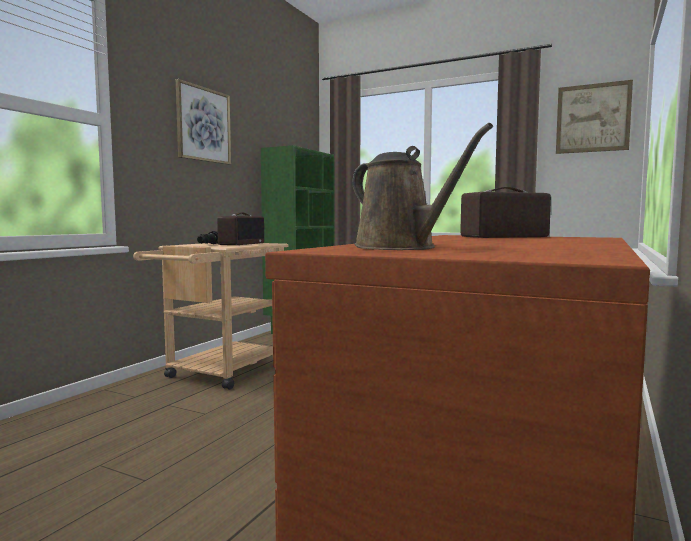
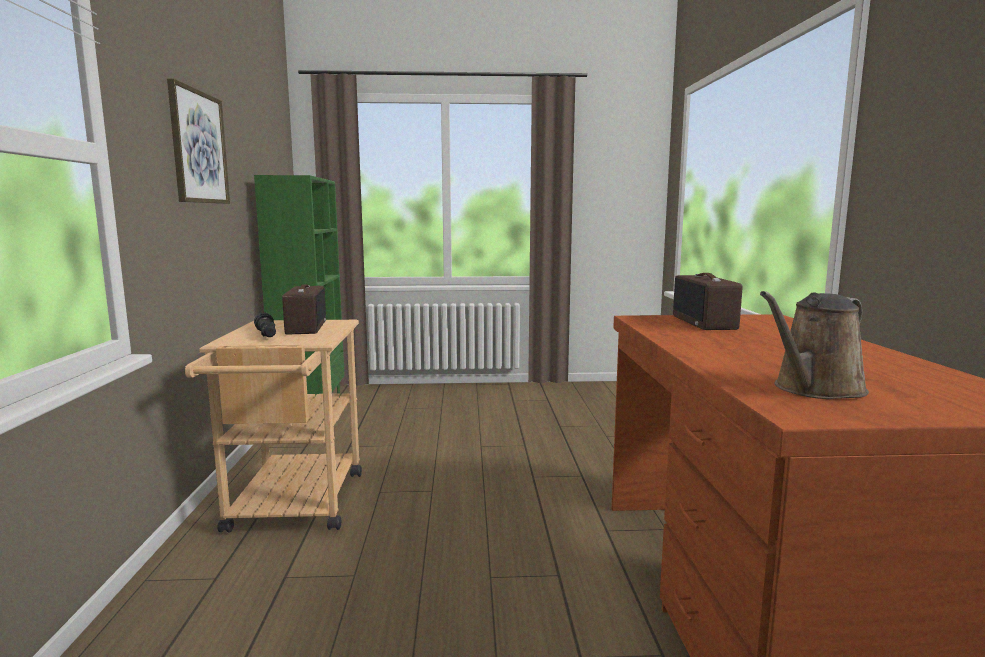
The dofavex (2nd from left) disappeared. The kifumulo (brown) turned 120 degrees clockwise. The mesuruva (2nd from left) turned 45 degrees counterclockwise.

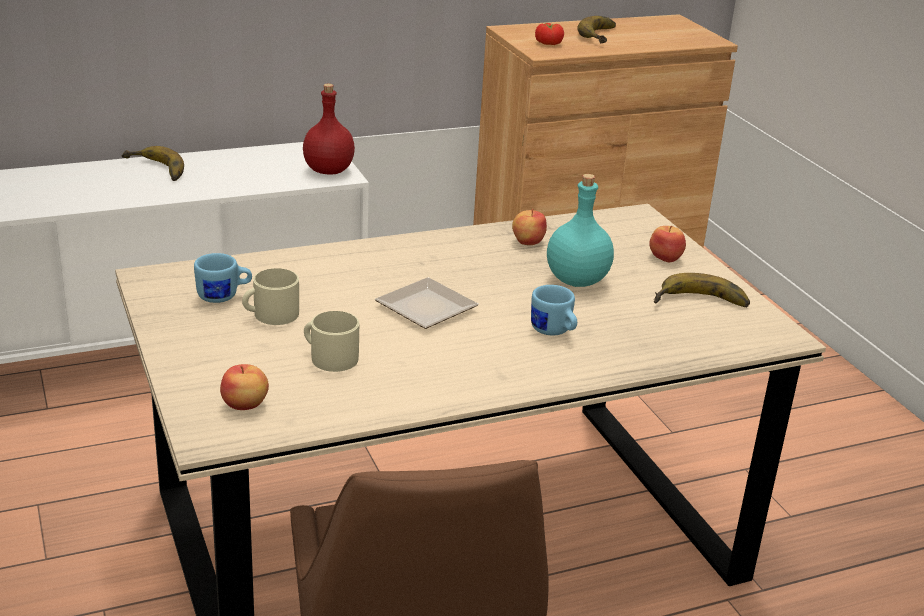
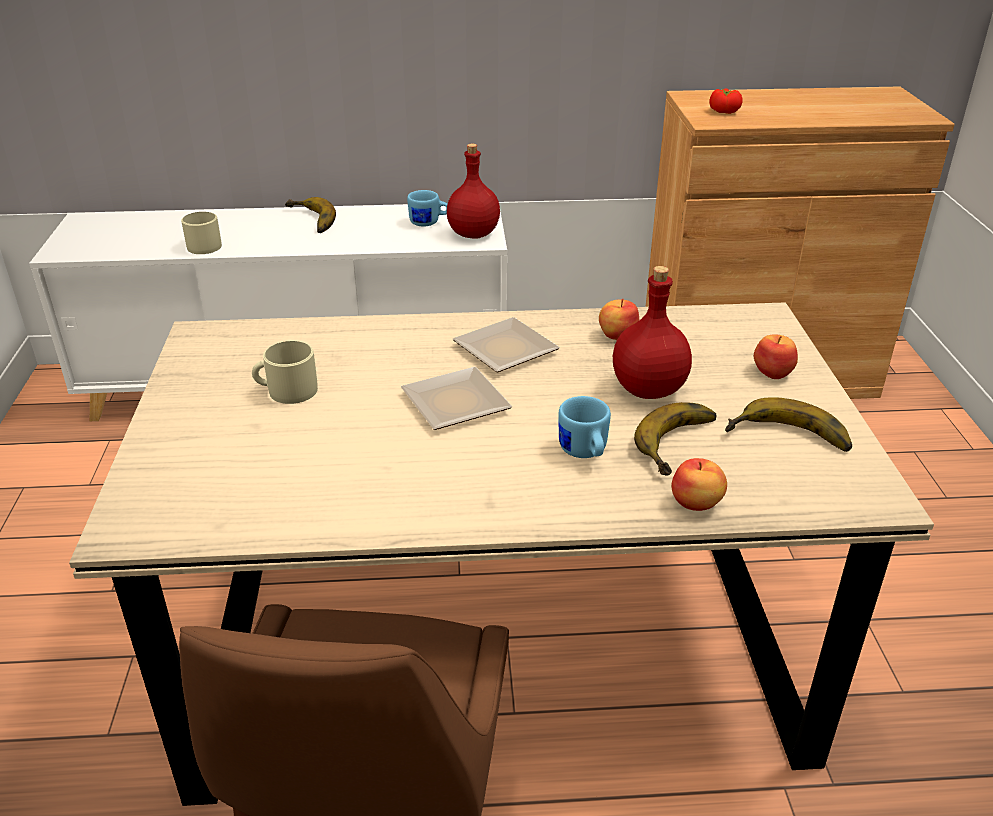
The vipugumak (2nd from left) moved. The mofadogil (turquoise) became the mofadogil (red) (2nd from left). The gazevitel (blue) (1st from left) moved. The gazevitel (beige) (2nd from left in the first image) moved. The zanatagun (1st from left in the first image) moved. The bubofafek (2nd from left) appeared.

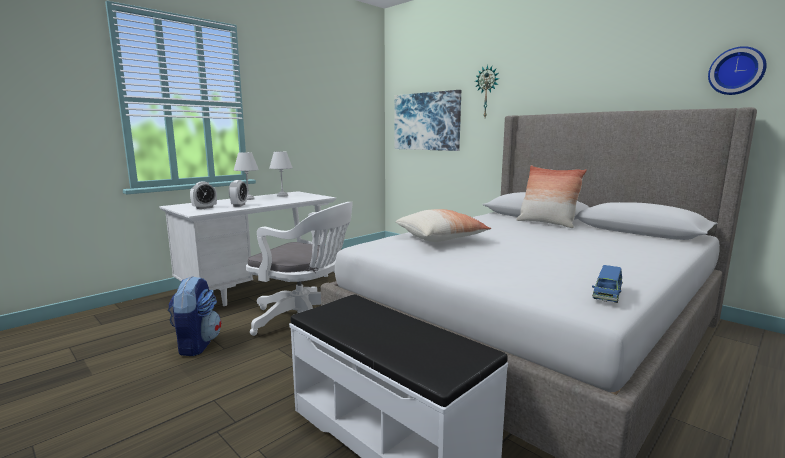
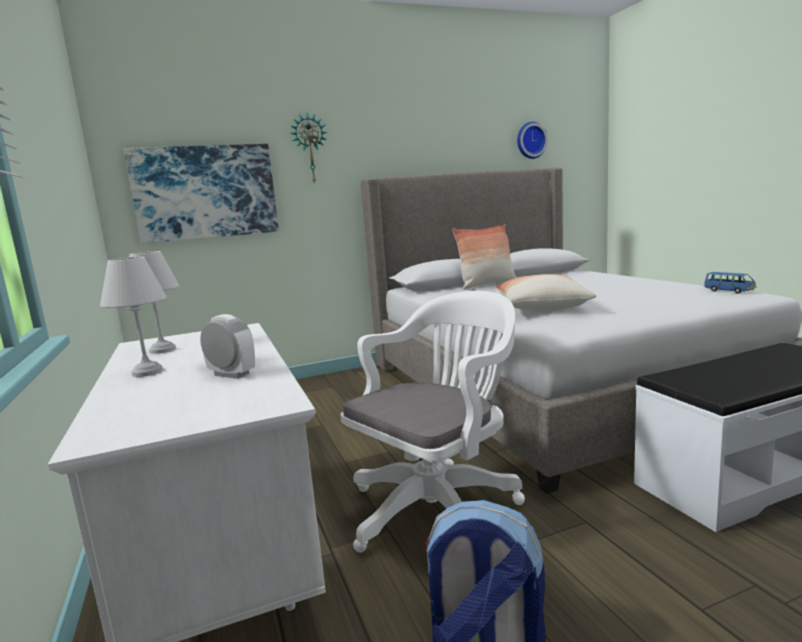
The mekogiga (1st from left) disappeared.

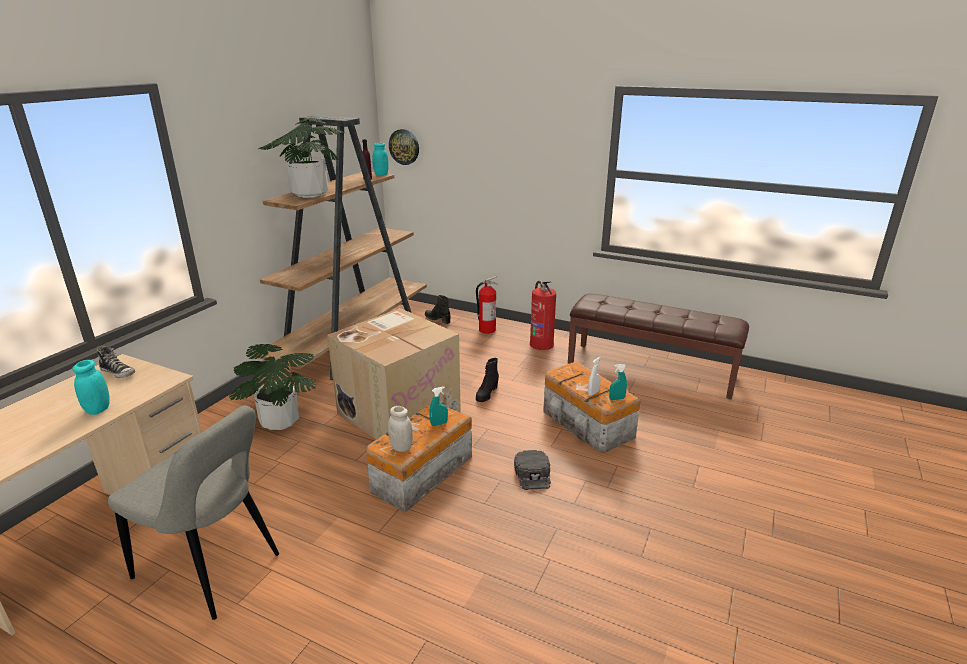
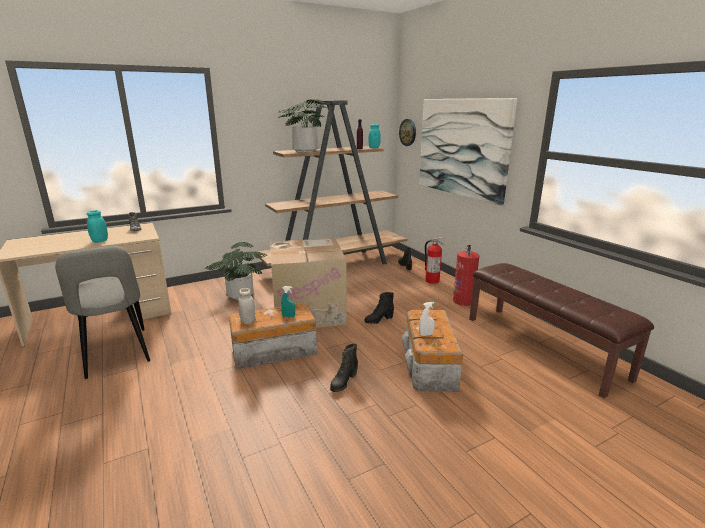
The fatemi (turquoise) (2nd from left) disappeared. The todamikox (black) was replaced by the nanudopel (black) (1st from left). The dofavex appeared.

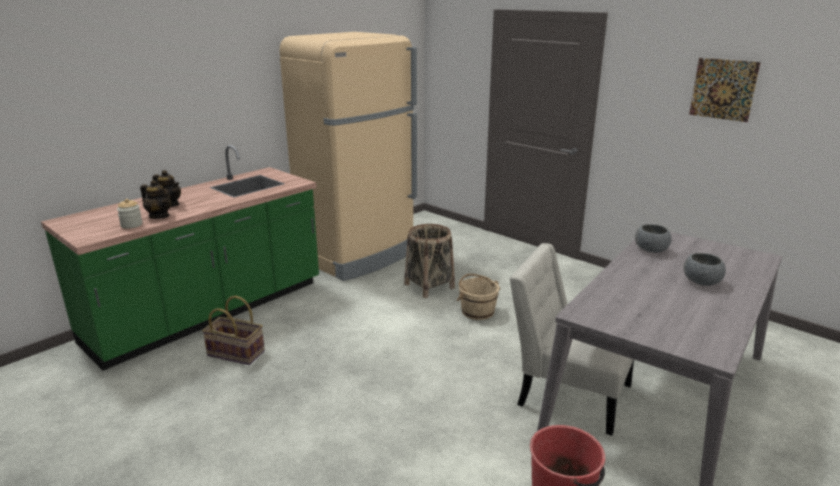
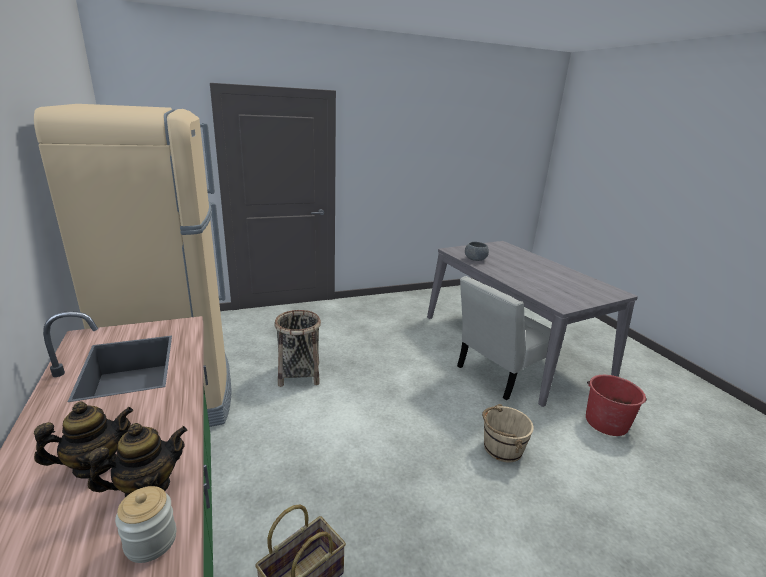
The dofavex disappeared. The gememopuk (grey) (2nd from left) disappeared. The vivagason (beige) moved.

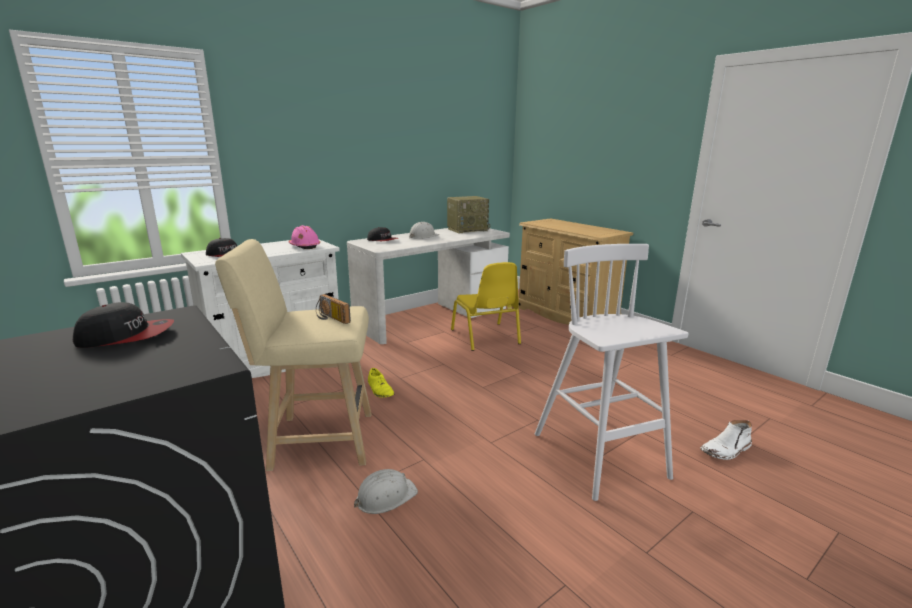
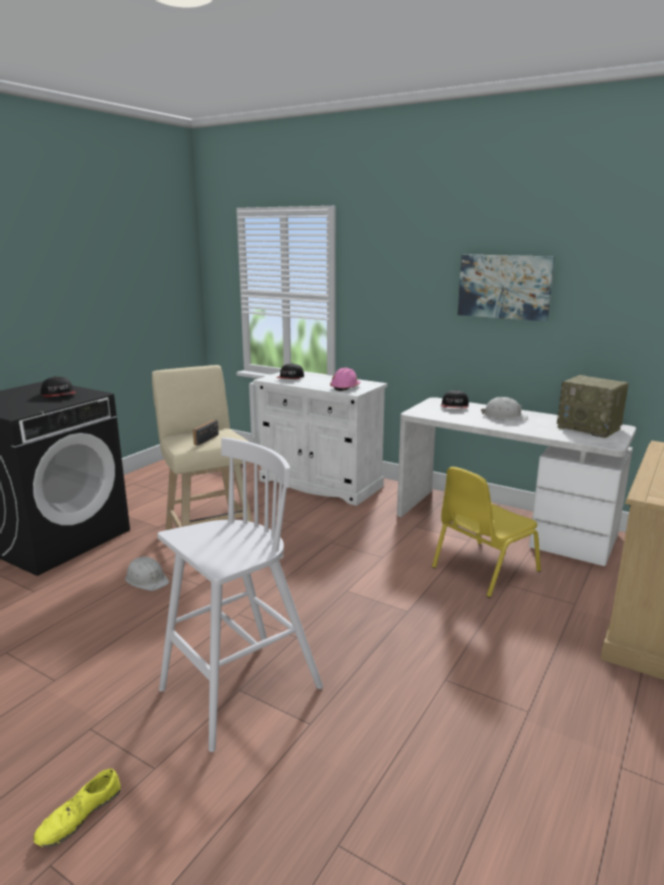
The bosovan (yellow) moved. The nanudopel (white) disappeared. The dofavex appeared.

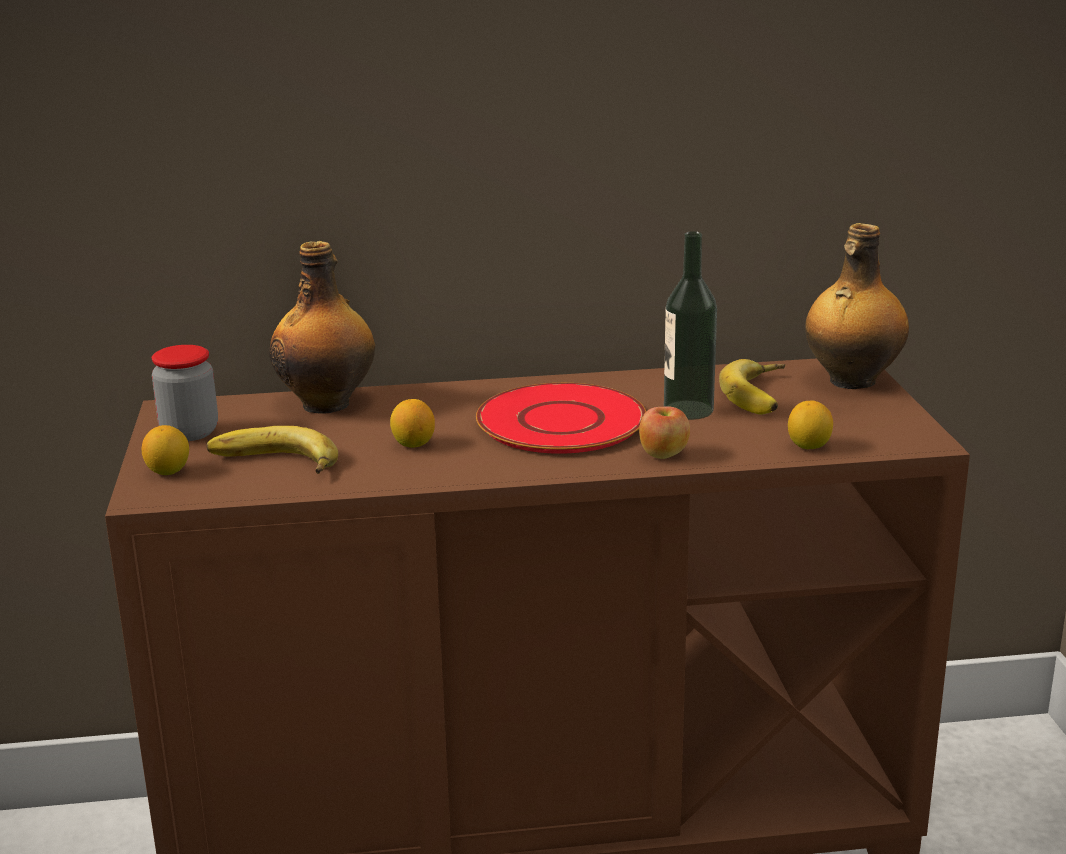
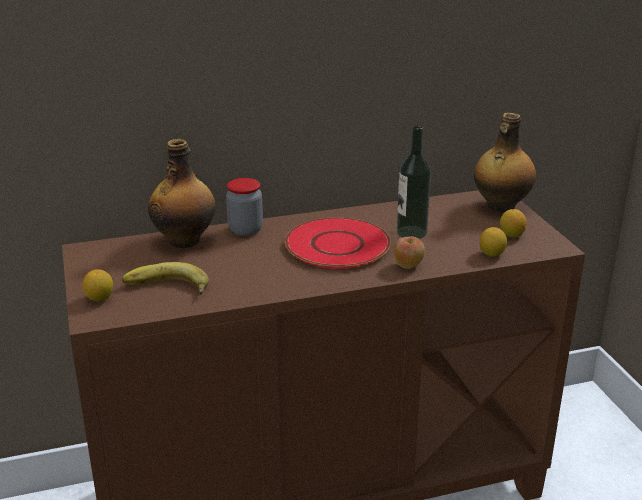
The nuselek moved. The vipugumak (2nd from left) disappeared. The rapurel (2nd from left in the first image) moved.

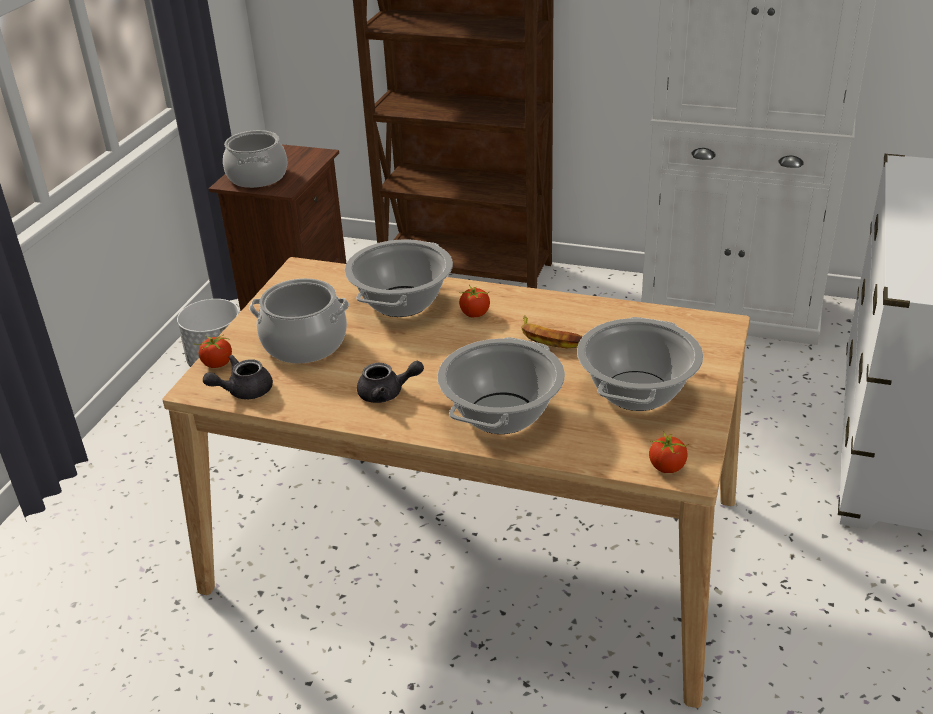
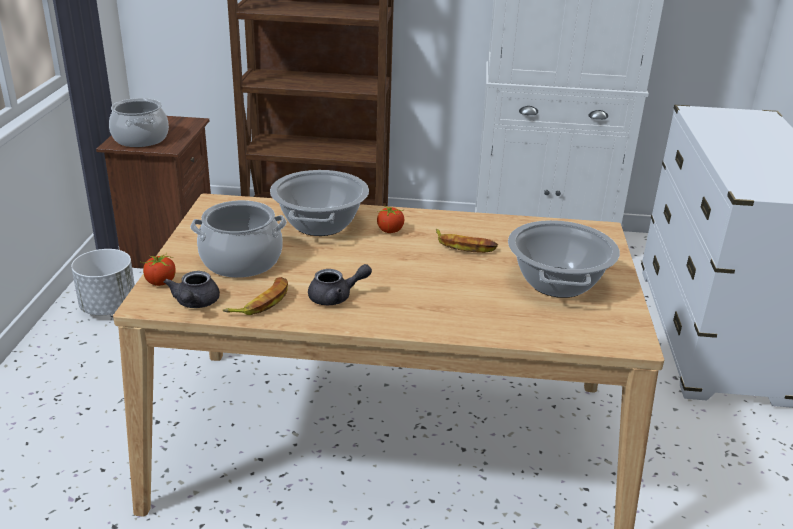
The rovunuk (4th from left) disappeared. The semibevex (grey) (1st from left) turned 45 degrees counterclockwise. The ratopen (3rd from left) disappeared. The vipugumak (1st from left) appeared.

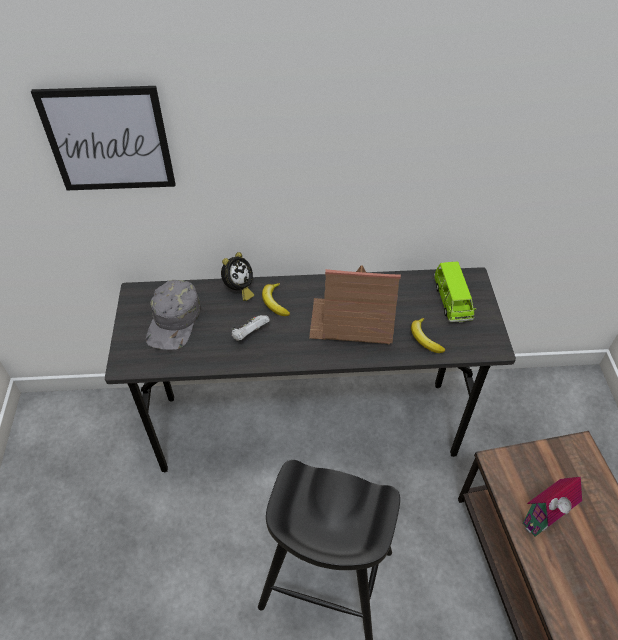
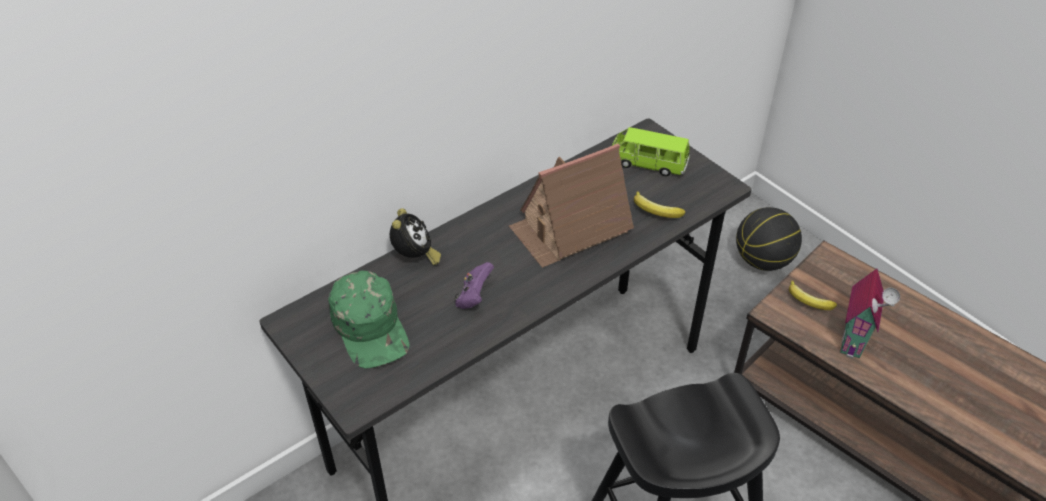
The dofavex disappeared. The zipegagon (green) turned 150 degrees clockwise. The todamikox (grey) became the todamikox (green). The vipugumak (1st from left in the first image) moved. The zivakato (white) became the zivakato (purple). The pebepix appeared.

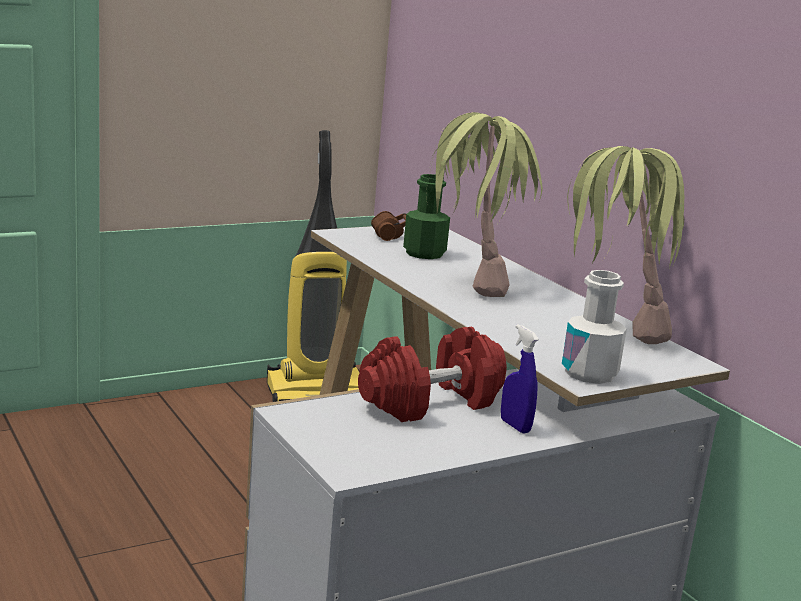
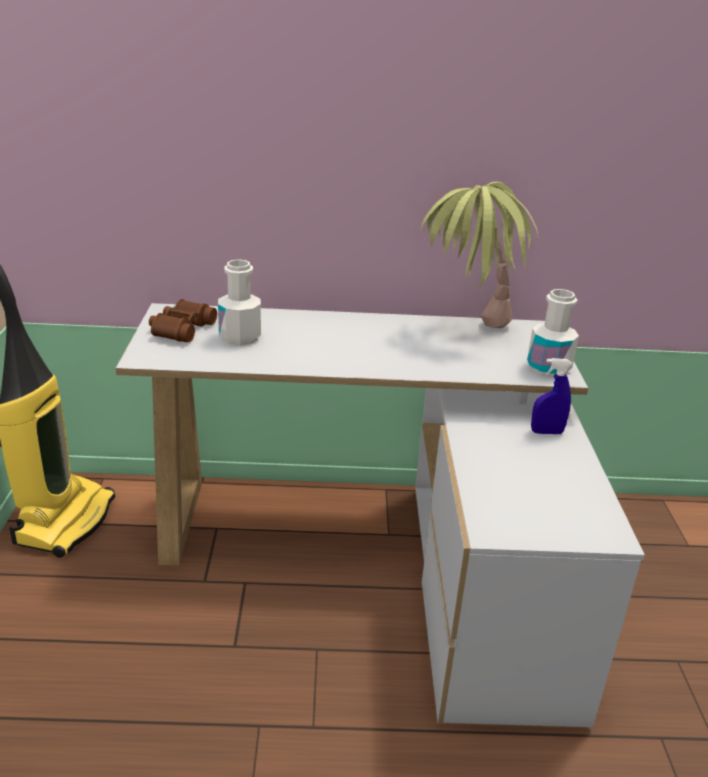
The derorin (1st from left) disappeared. The mofadogil (green) became the mofadogil (white) (1st from left). The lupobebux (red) disappeared.

